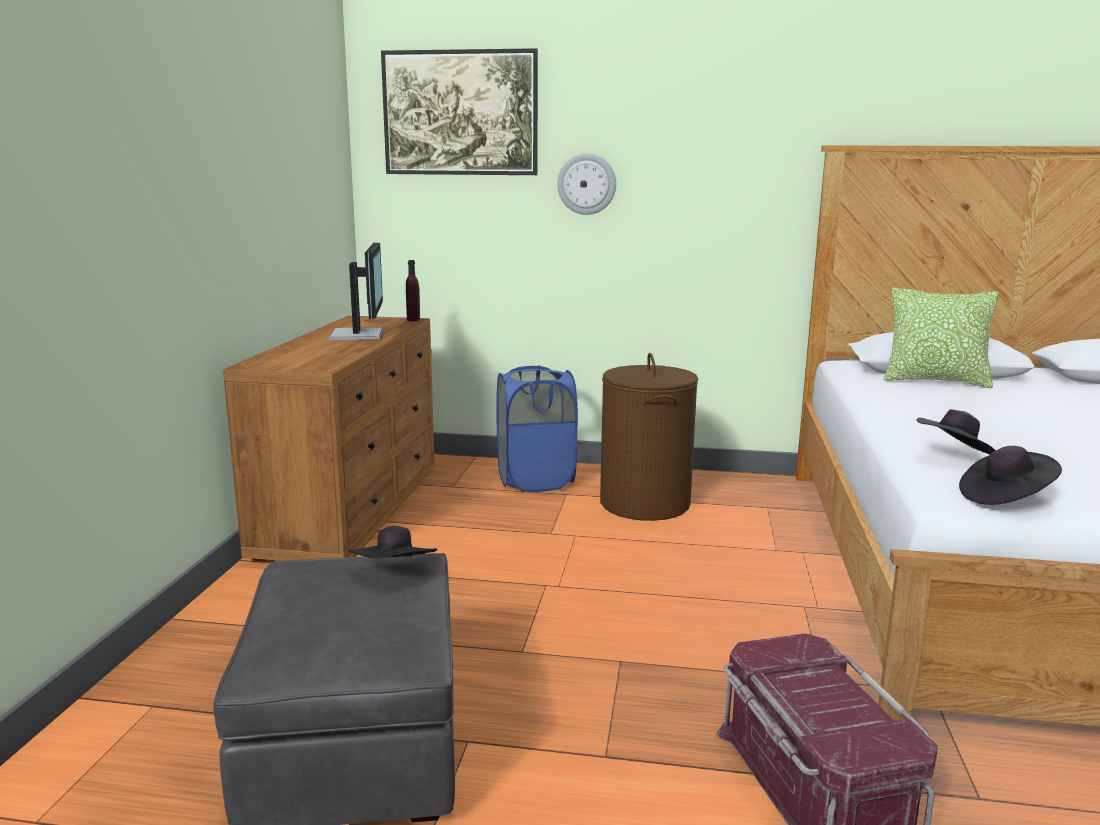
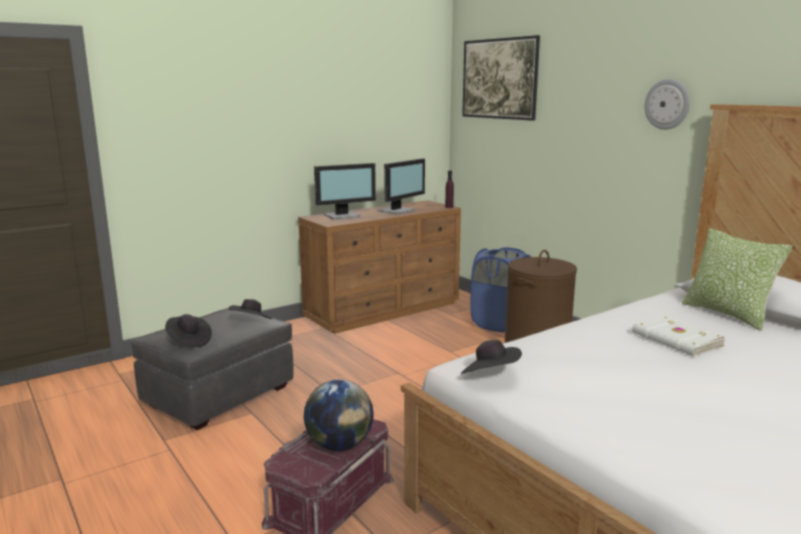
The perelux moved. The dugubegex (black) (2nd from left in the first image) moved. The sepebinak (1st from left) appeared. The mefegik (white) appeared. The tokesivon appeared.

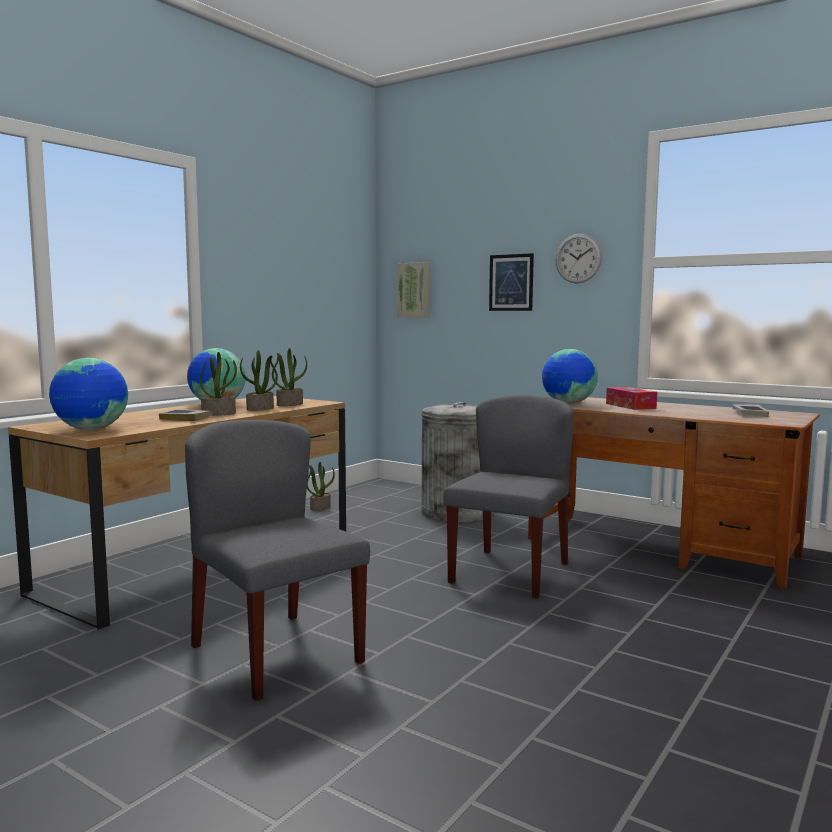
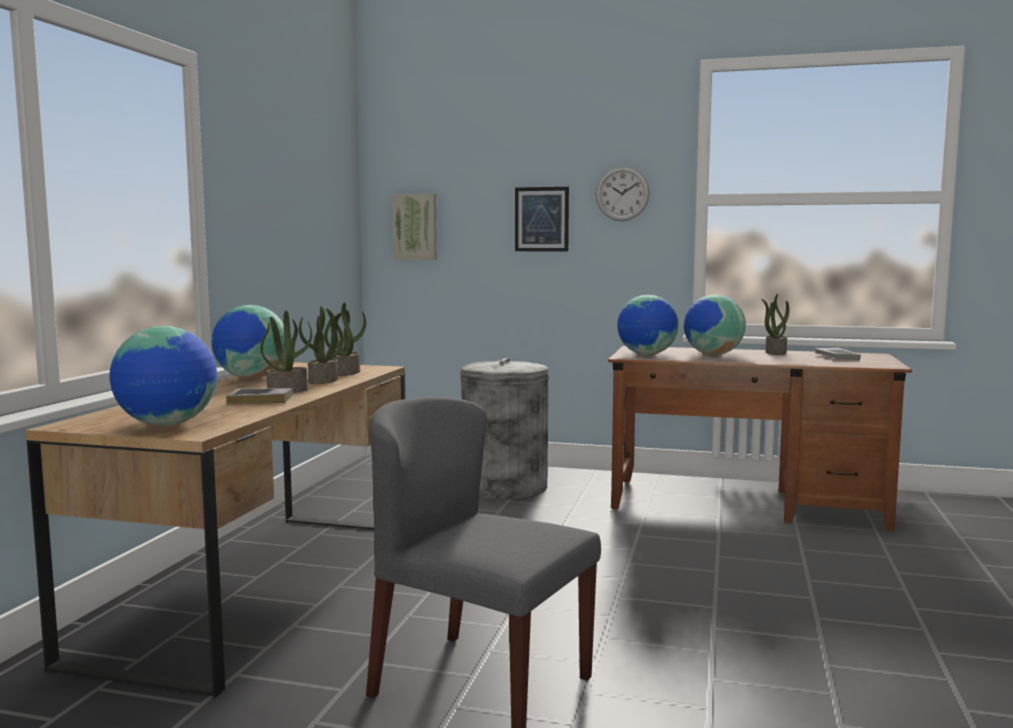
The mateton was replaced by the tokesivon (4th from left). The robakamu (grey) (2nd from left) disappeared. The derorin (4th from left) moved.

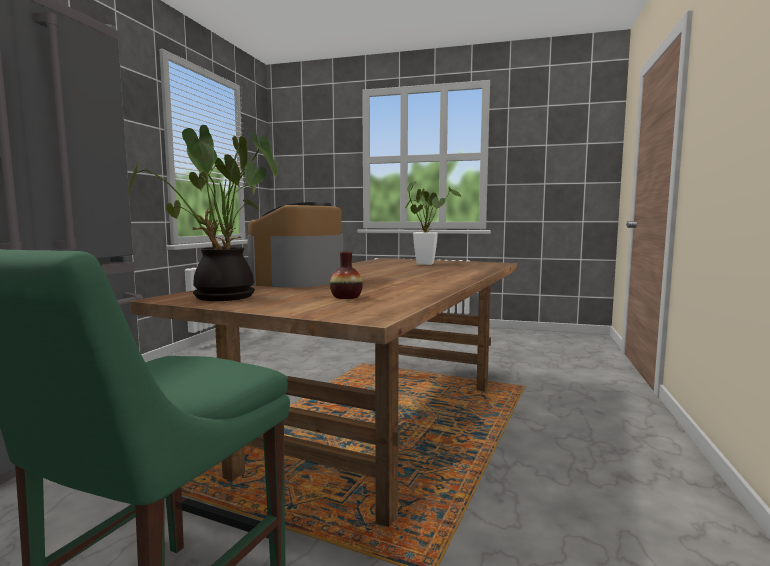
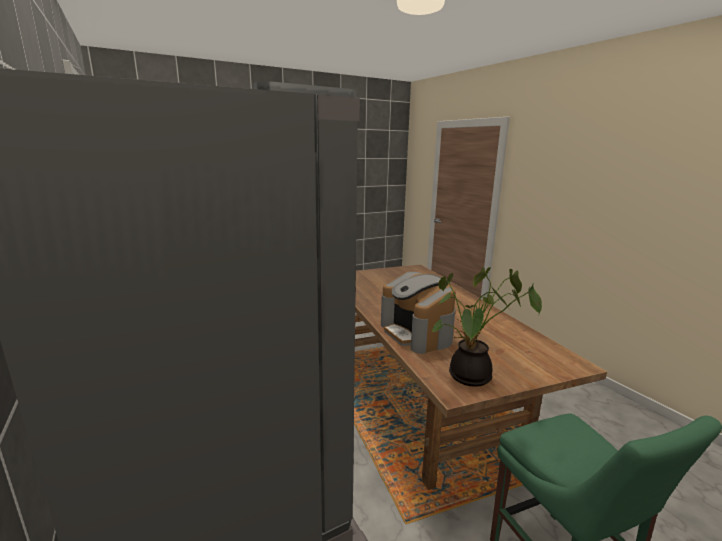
The derorin (2nd from left) disappeared. The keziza disappeared.

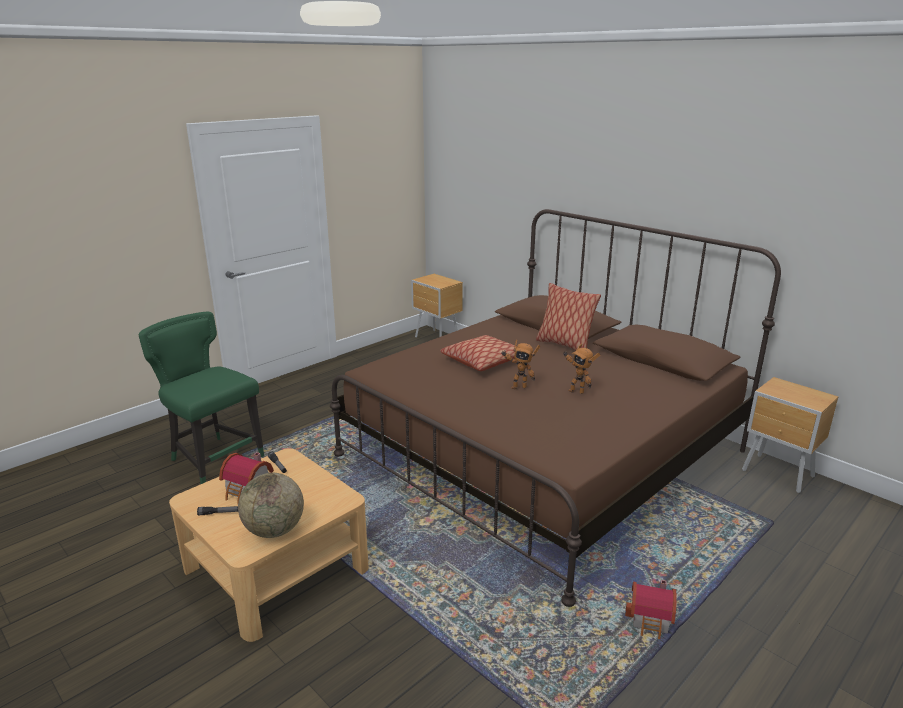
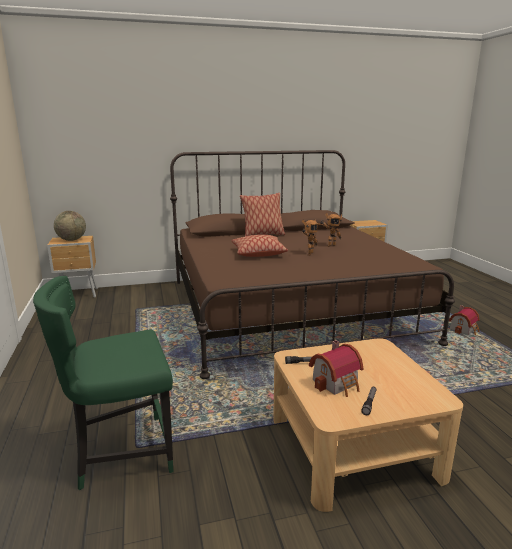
The tokesivon moved.

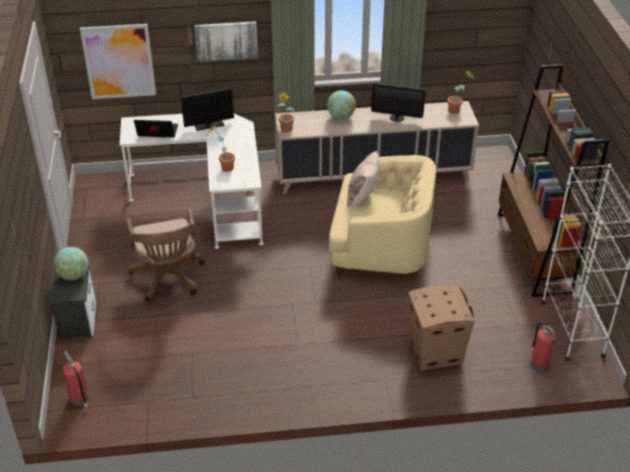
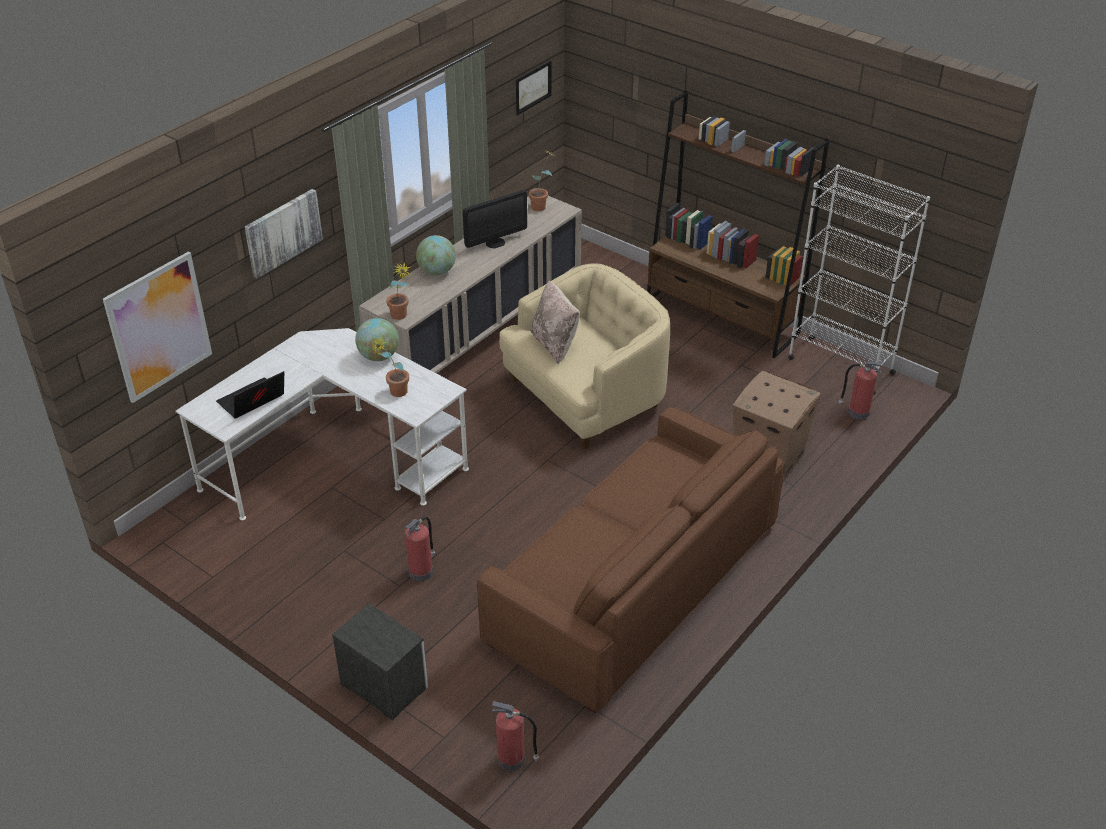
The sepebinak (1st from left) disappeared. The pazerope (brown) was replaced by the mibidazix (1st from left). The tokesivon (1st from left) moved. The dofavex (3rd from left) appeared. The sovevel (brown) appeared.

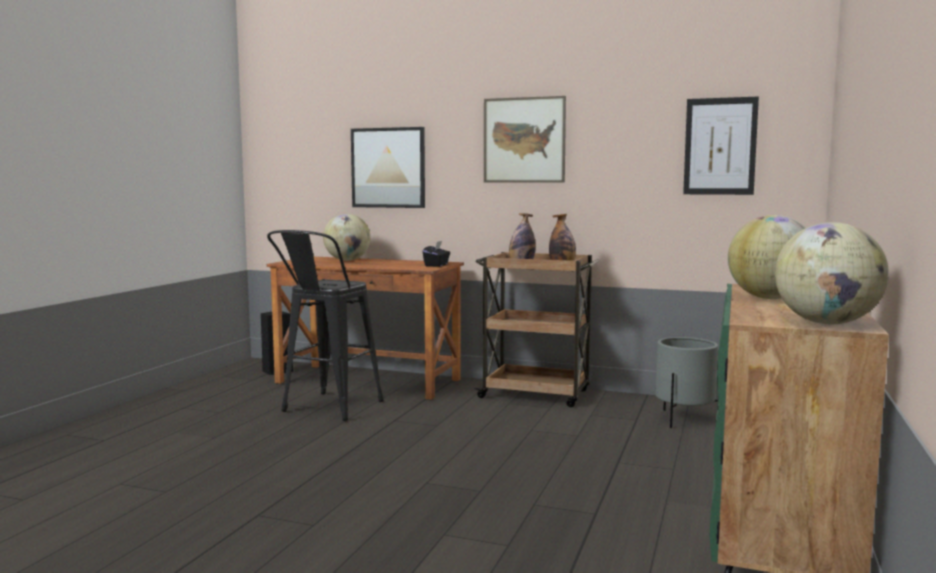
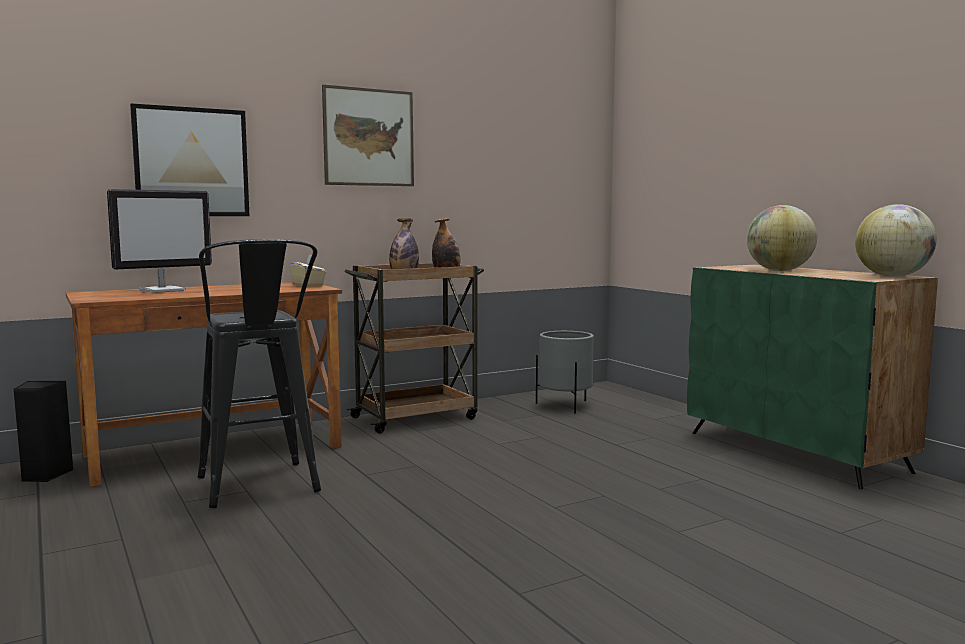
The dofavex (3rd from left) disappeared. The tokesivon (1st from left) was replaced by the sepebinak. The mateton (black) became the mateton (beige).

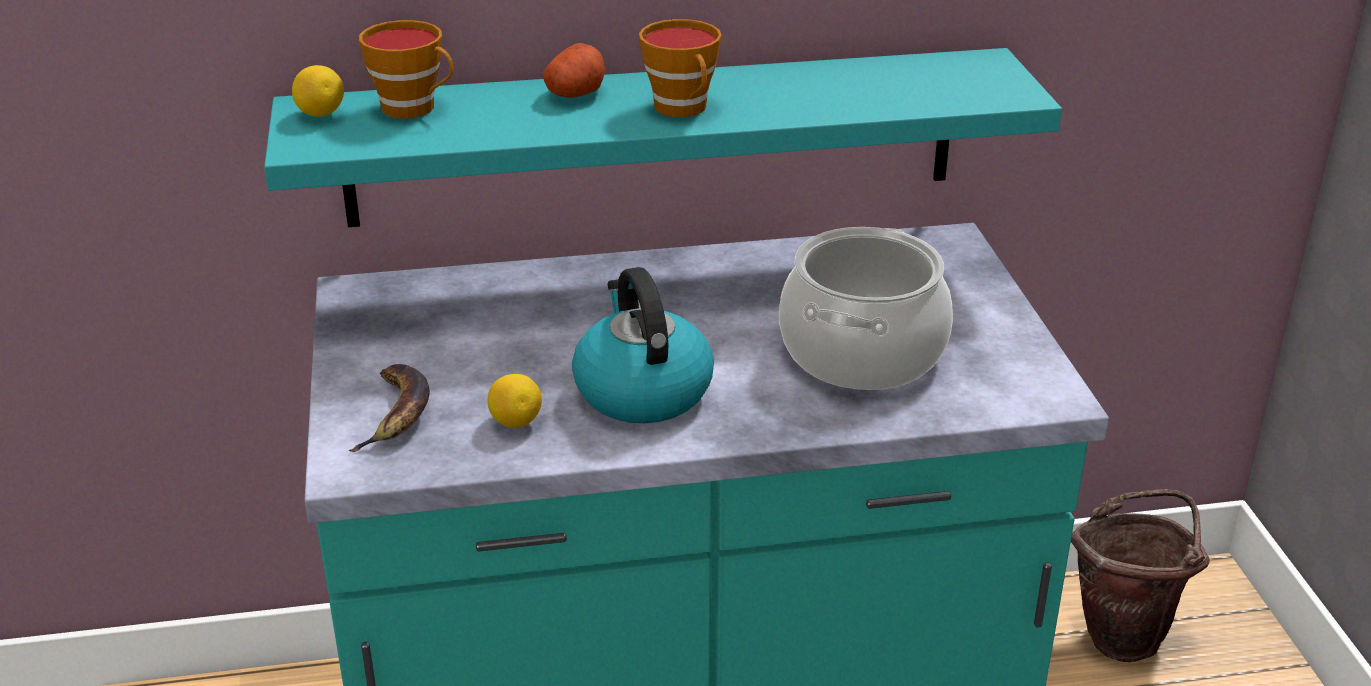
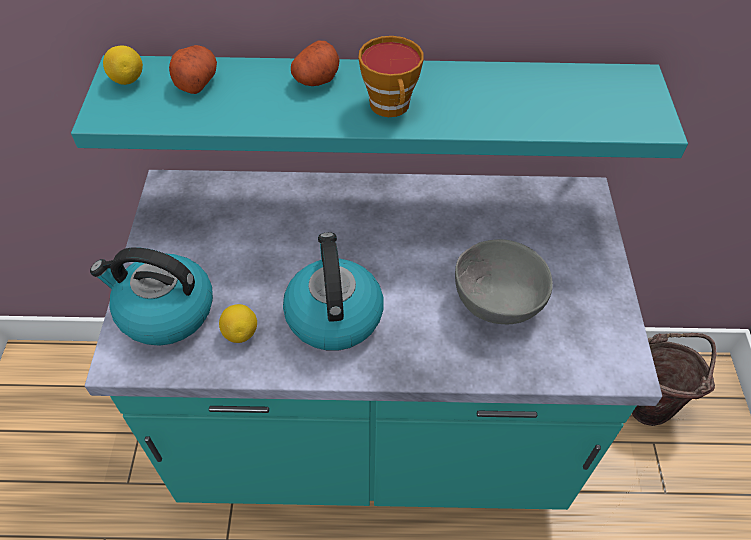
The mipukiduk (1st from left) was replaced by the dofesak (1st from left). The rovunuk was replaced by the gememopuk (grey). The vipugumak was replaced by the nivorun (1st from left).

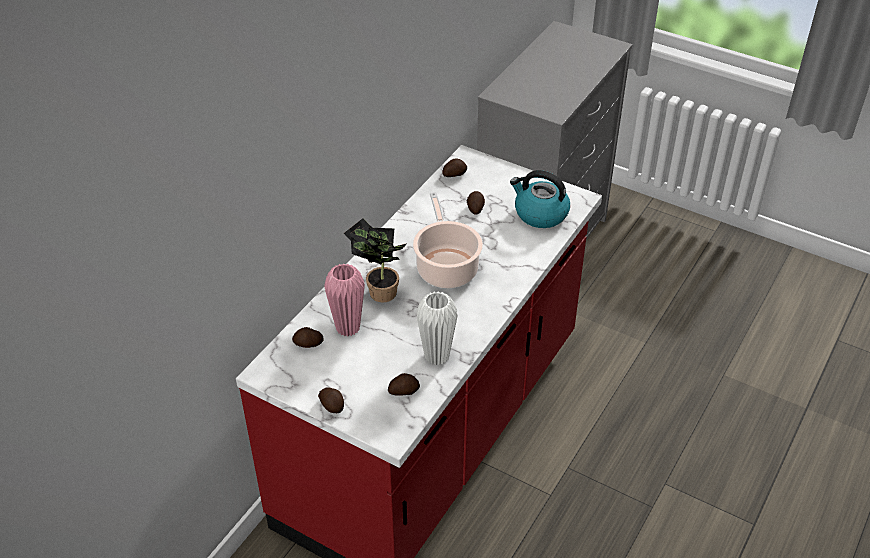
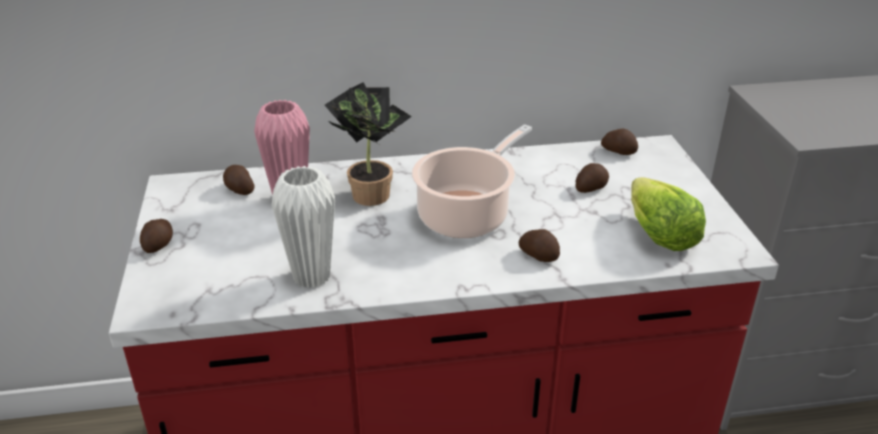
The nivorun was replaced by the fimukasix. The dofesak (3rd from left) moved.

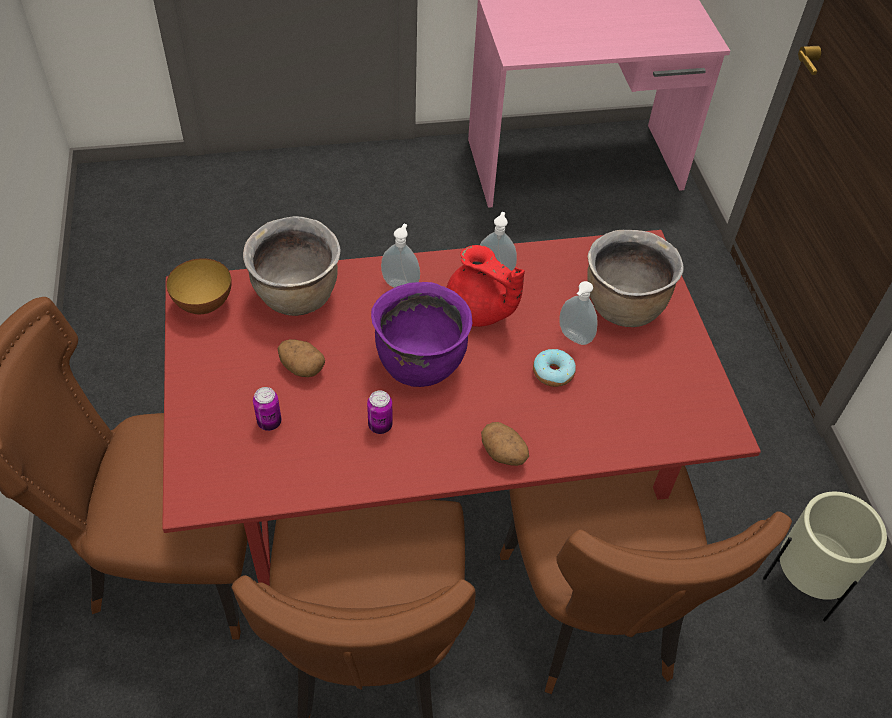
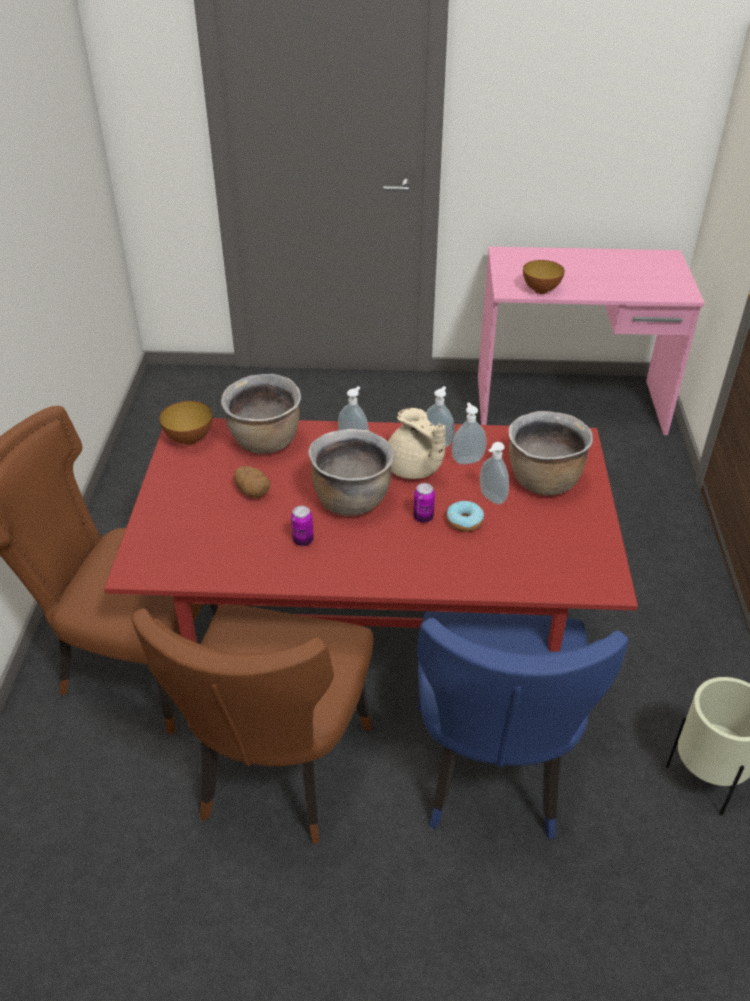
The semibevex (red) became the semibevex (beige). The rovunuk (purple) became the rovunuk (brown) (2nd from left). The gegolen (1st from left in the first image) moved. The dofesak (2nd from left) disappeared. The robakamu (brown) (3rd from left) became the robakamu (blue). The gememopuk (2nd from left) appeared. The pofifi (3rd from left) appeared.

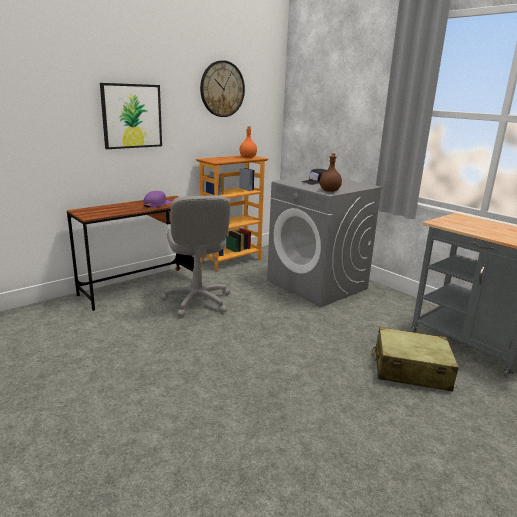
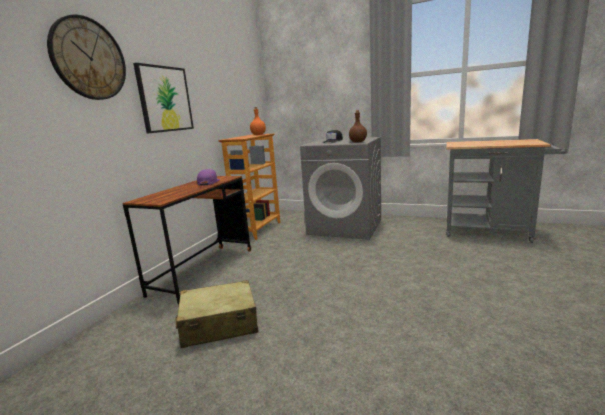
The perelux moved. The pazerope (grey) disappeared. The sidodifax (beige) moved.

